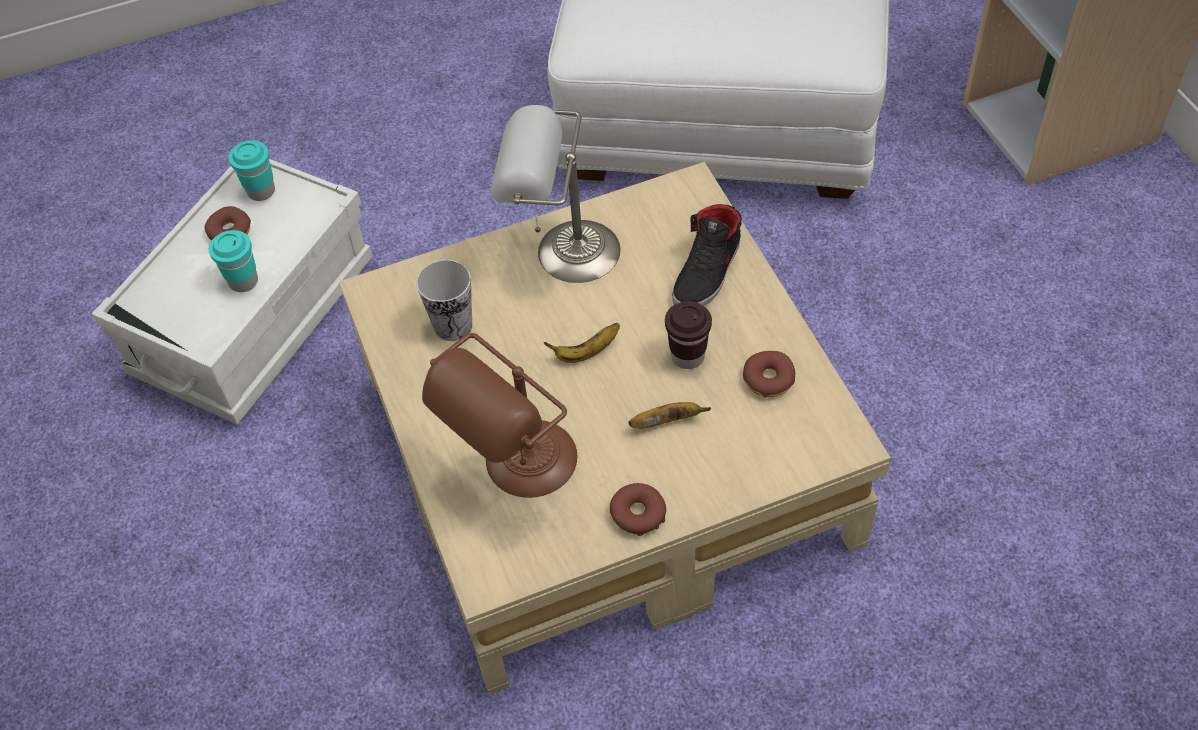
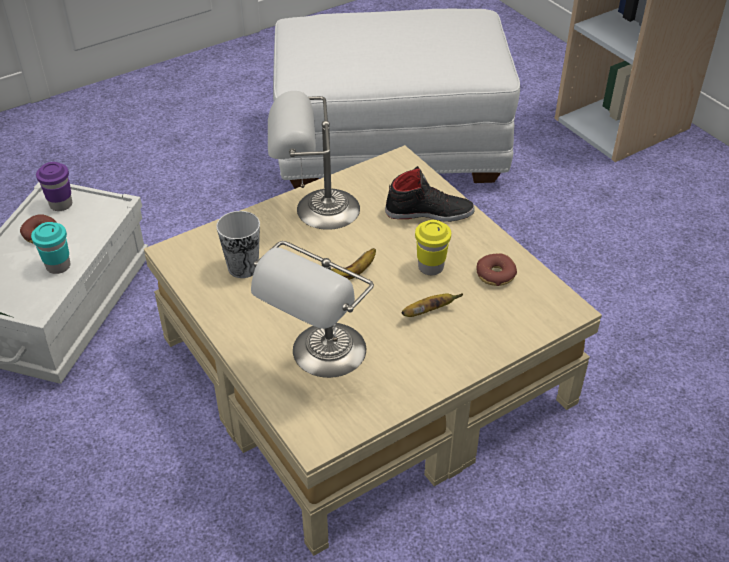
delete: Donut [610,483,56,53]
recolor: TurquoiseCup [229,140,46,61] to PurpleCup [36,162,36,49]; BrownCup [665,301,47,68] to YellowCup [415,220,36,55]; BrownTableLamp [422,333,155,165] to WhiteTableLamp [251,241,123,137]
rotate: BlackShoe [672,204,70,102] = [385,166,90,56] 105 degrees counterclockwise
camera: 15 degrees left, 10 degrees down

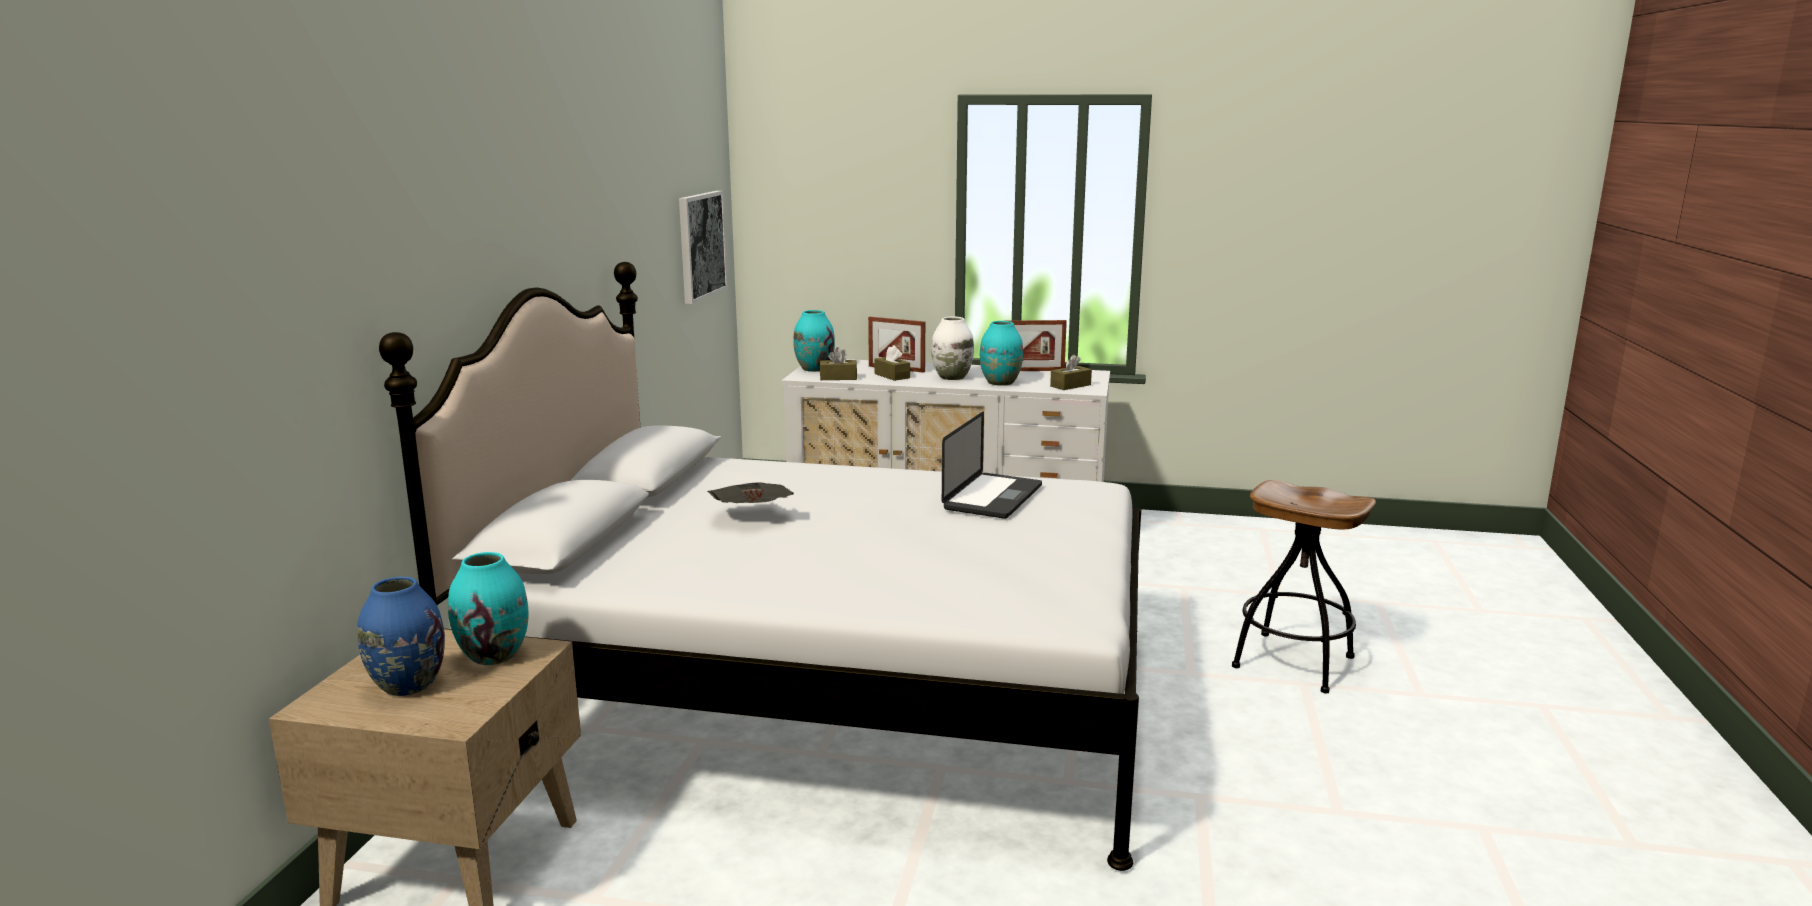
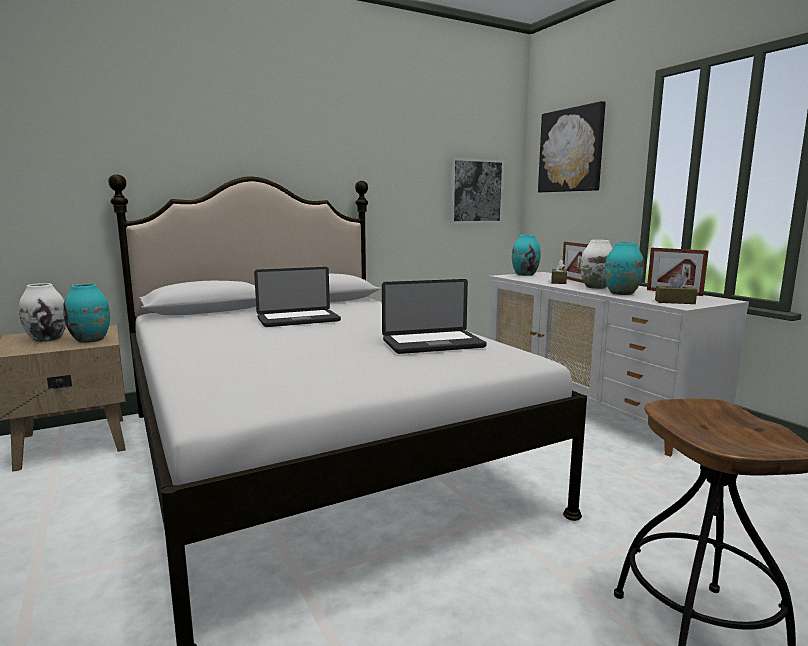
delete: BrownTissueBox [820,347,37,33]
insert: Picture [538,101,68,91]
replace: Newspaper [707,483,87,20] to Laptop [254,267,87,60]
recolor: BlueVase [357,577,88,119] to WhiteVase [19,283,47,59]
camera: 50 degrees right, 5 degrees down

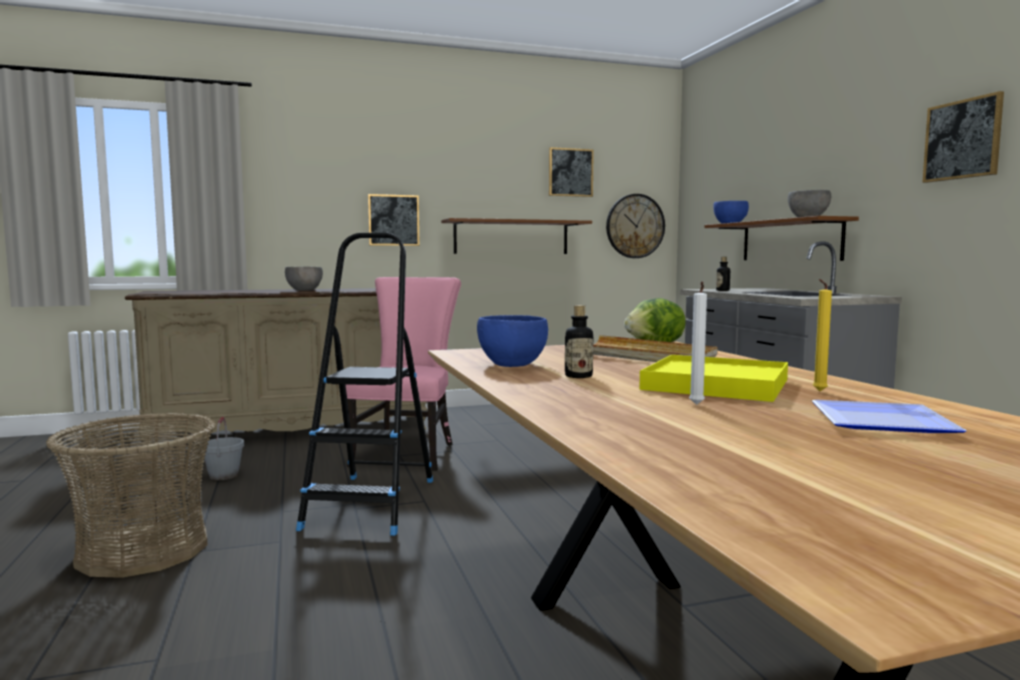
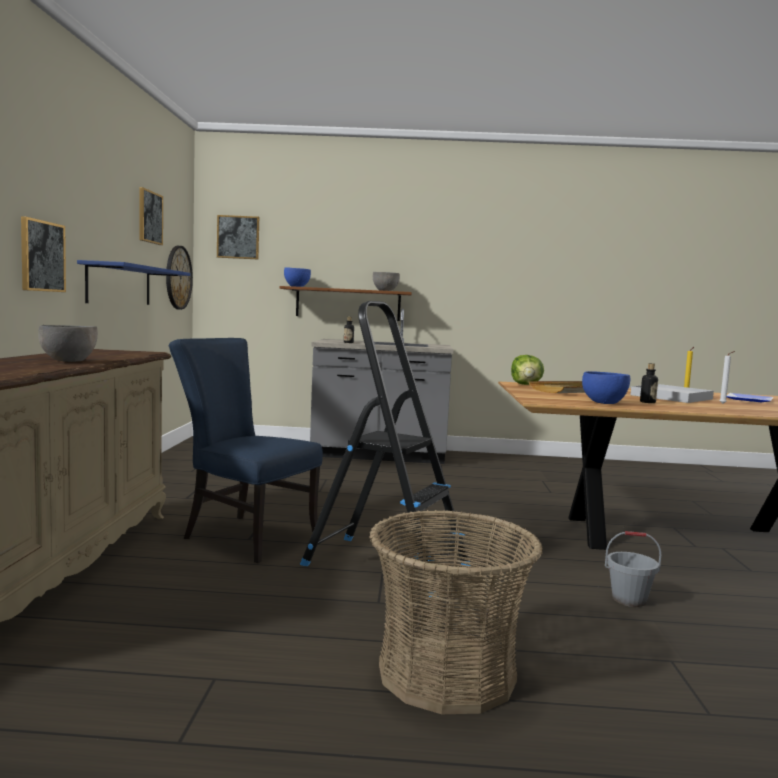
move: Picture [922,91,82,92] to [217,215,42,44]; GreyBucket [200,417,44,63] to [605,531,56,76]
recolor: BrownShelf [441,218,151,36] to BlueShelf [77,260,113,45]; PinkChair [345,277,116,194] to BlueChair [168,338,155,225]; YellowTray [639,355,149,47] to WhiteTray [631,384,83,19]
camera: 70 degrees left, 0 degrees up

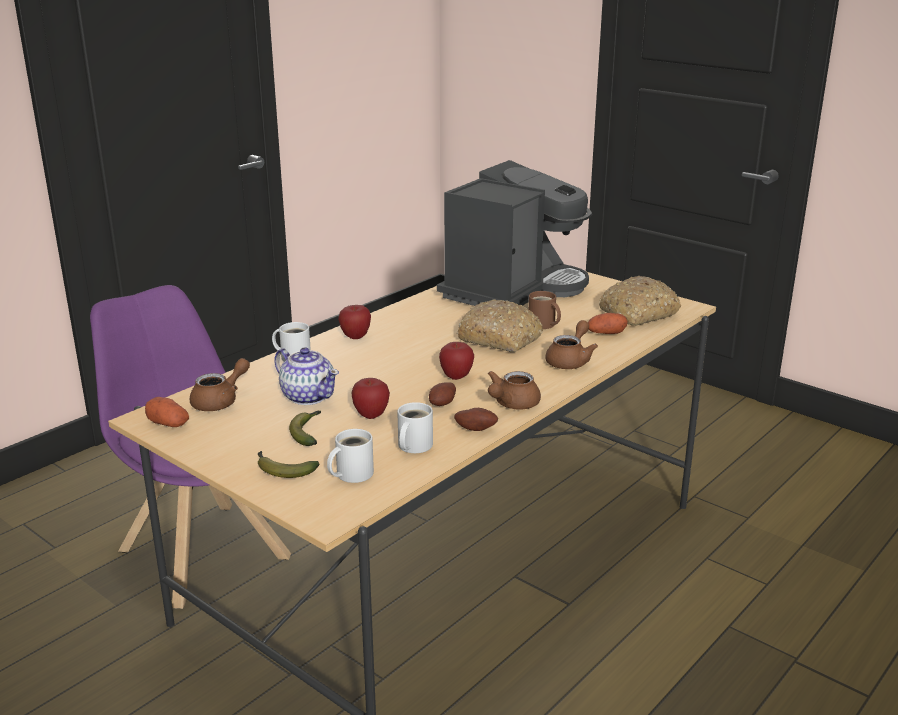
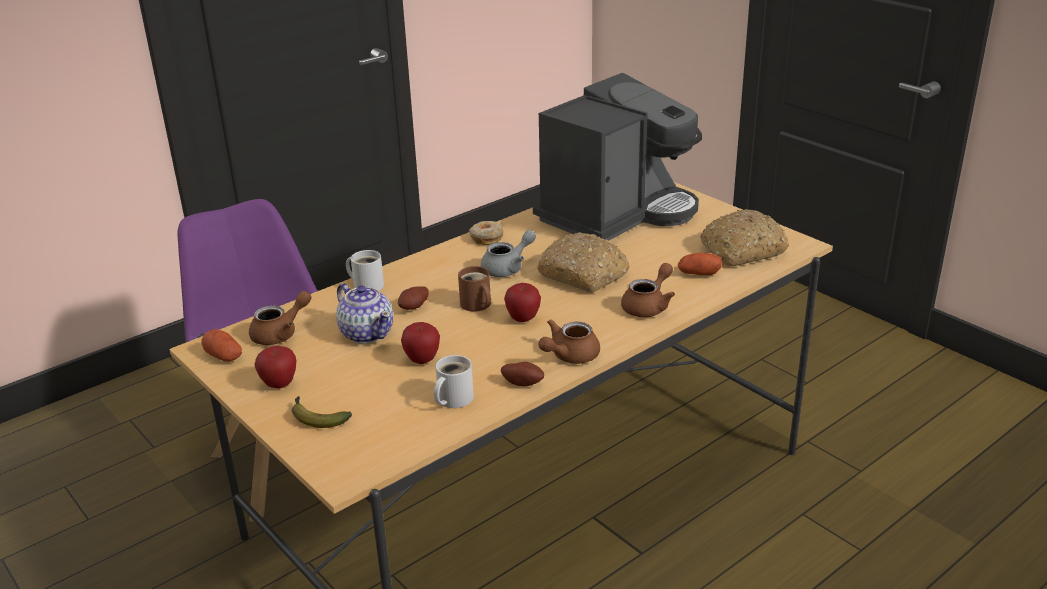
delete: Banana [289,411,32,35]; WhiteMug [327,429,47,54]
insert: Donut [469,221,34,24]; GreyTeapot [481,230,55,47]
move: BrownMug [528,291,33,38] to [458,266,33,46]; Apple [338,305,33,34] to [254,346,42,43]; Potato [429,382,27,24] to [398,286,31,24]
camera: 10 degrees right, 5 degrees up

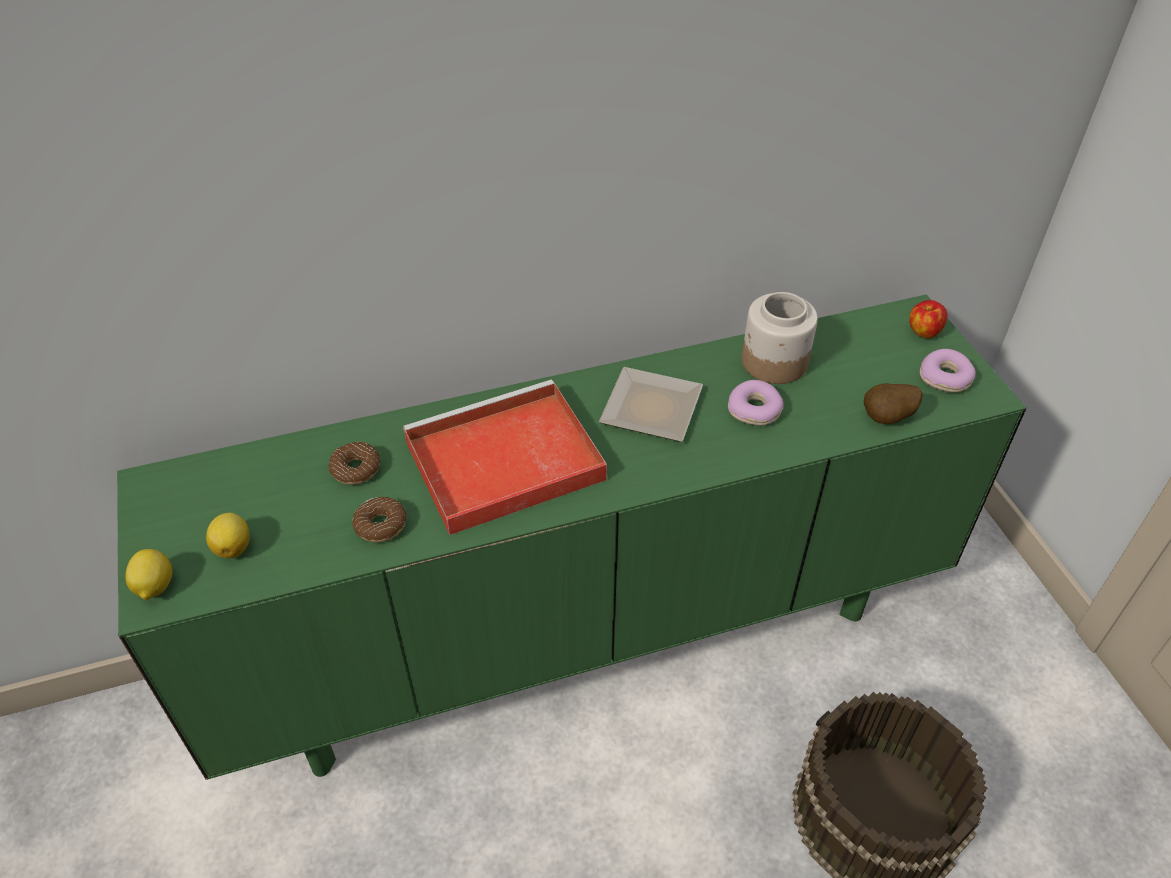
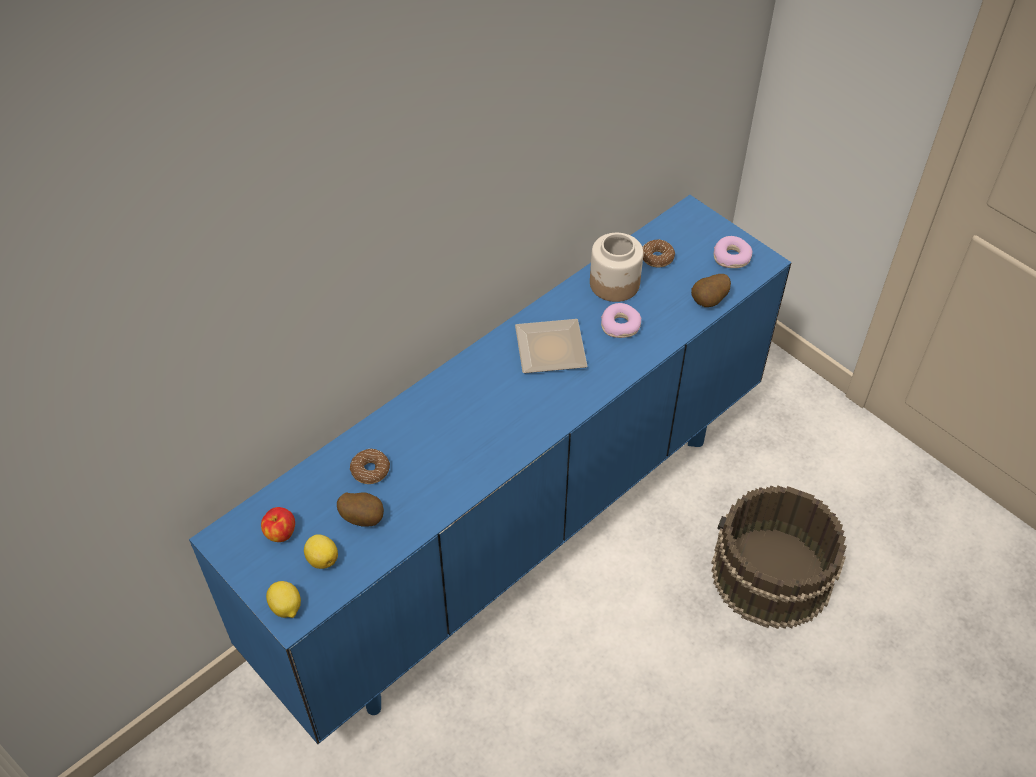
delete: RedTray [403,380,204,155]
insert: Potato [337,492,47,35]
move: Apple [909,300,39,38] to [261,507,34,35]; Donut [352,497,54,45] to [643,240,32,27]
recolor: GreenCabinet [117,294,910,486] to BlueCabinet [189,195,603,549]
camera: 25 degrees left, 5 degrees up

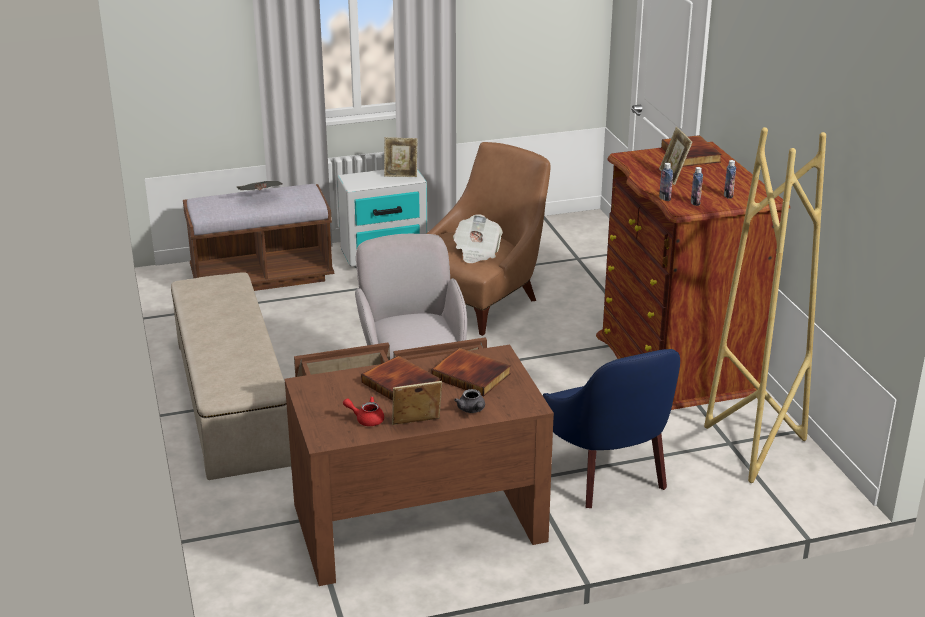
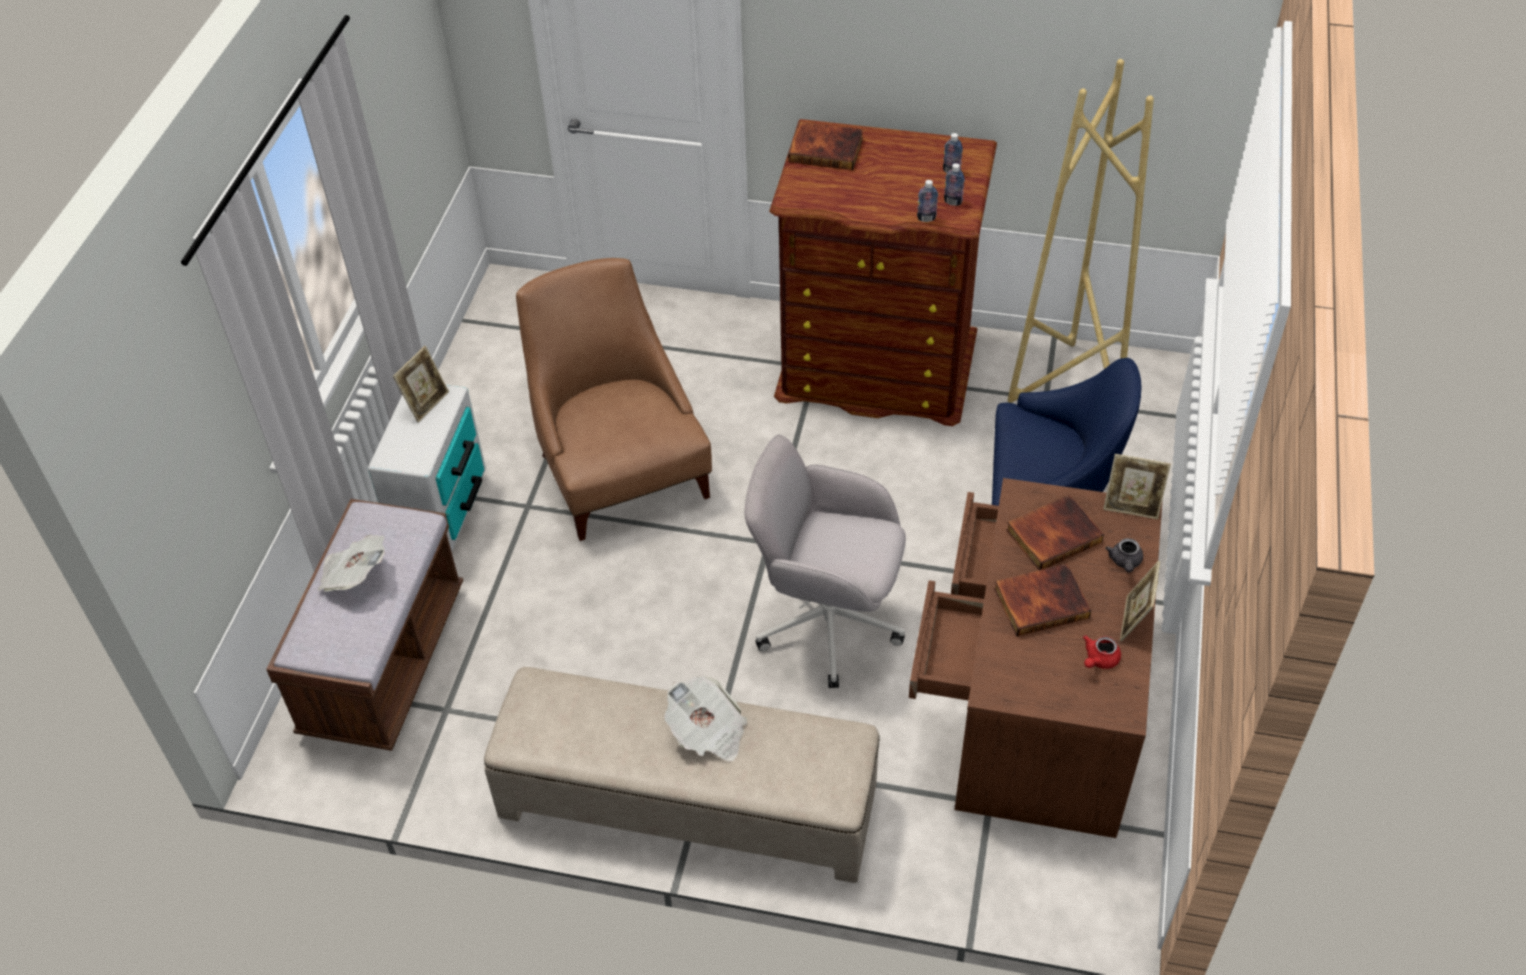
move: PictureFrame [659,127,33,58] to [1103,454,68,65]; Newspaper [453,214,50,49] to [664,676,84,86]
rotate: GreyTeapot [454,389,31,24] = [1105,538,38,34] 90 degrees clockwise
camera: 60 degrees left, 20 degrees up

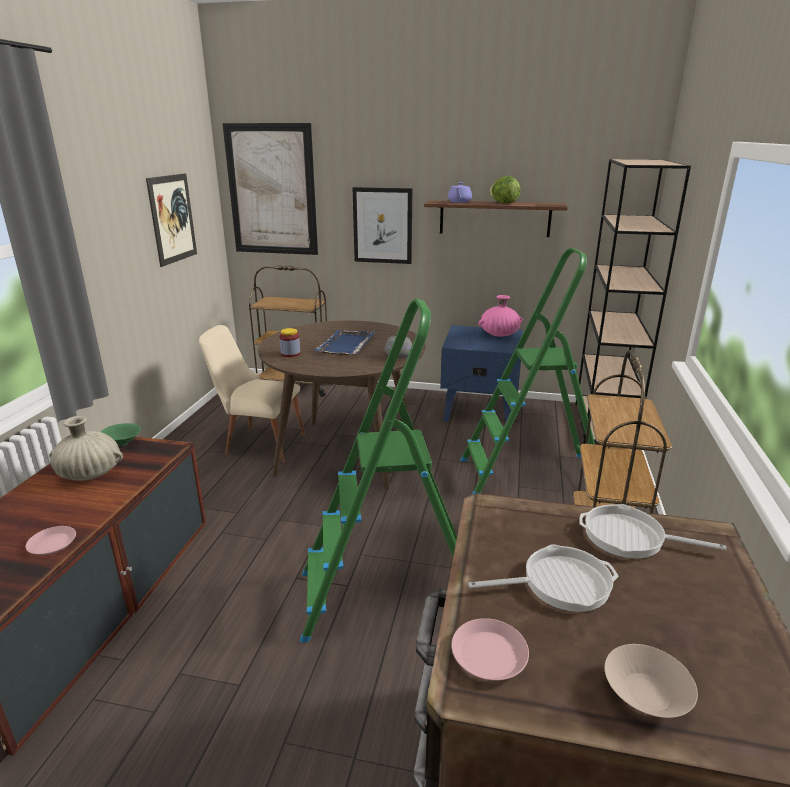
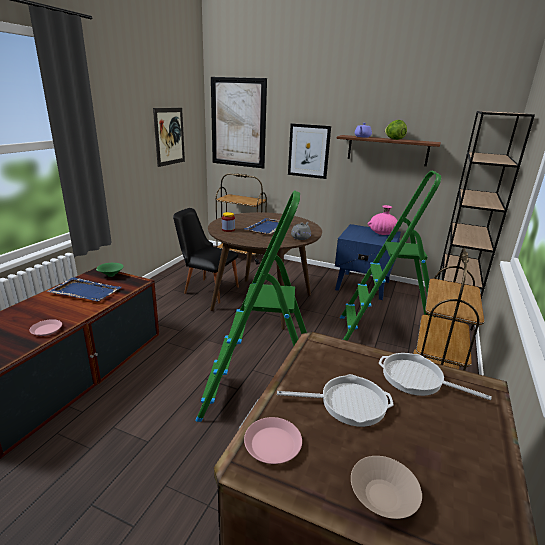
replace: BeigeVase [49,416,74,65] to BlueTray [46,277,75,25]
recolor: BeigeChair [199,325,106,138] to BlackChair [173,208,66,95]
camera: 10 degrees right, 0 degrees up

